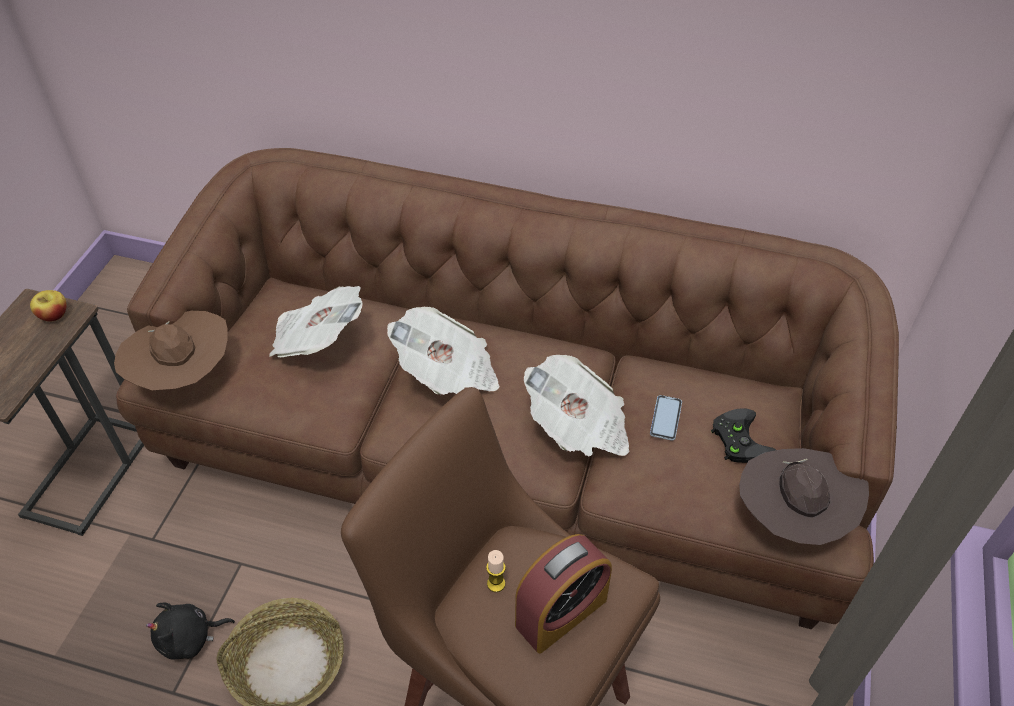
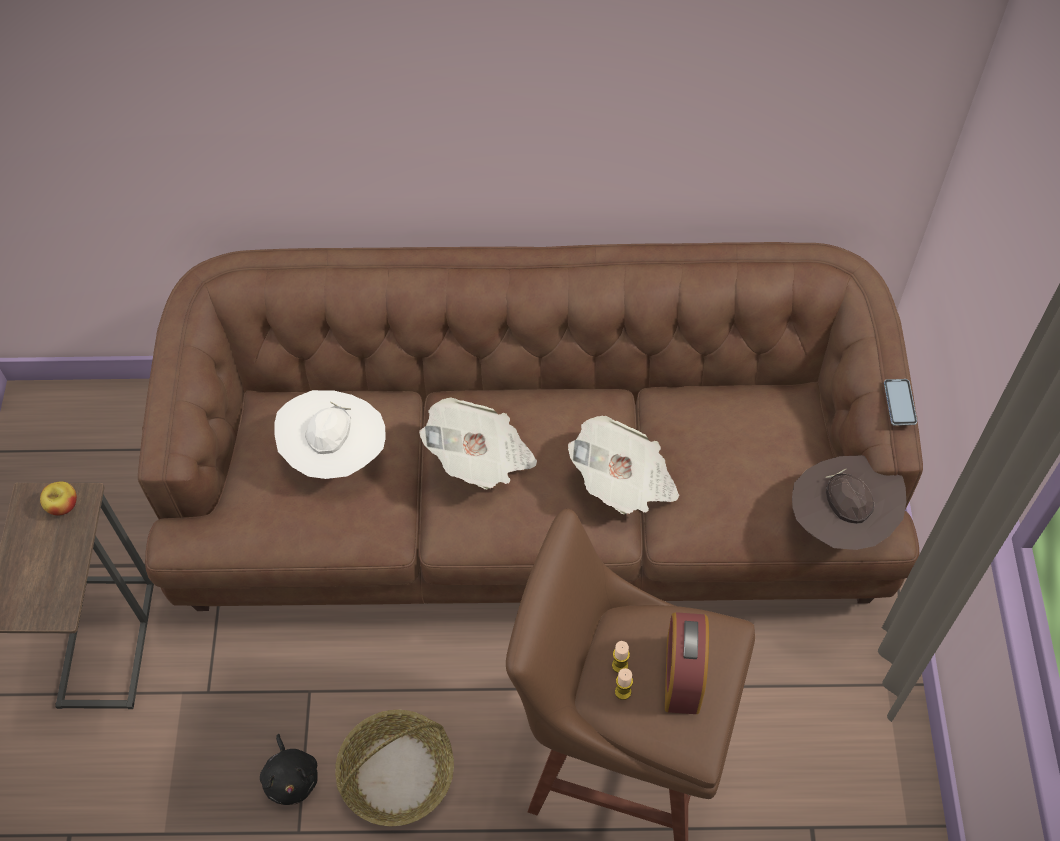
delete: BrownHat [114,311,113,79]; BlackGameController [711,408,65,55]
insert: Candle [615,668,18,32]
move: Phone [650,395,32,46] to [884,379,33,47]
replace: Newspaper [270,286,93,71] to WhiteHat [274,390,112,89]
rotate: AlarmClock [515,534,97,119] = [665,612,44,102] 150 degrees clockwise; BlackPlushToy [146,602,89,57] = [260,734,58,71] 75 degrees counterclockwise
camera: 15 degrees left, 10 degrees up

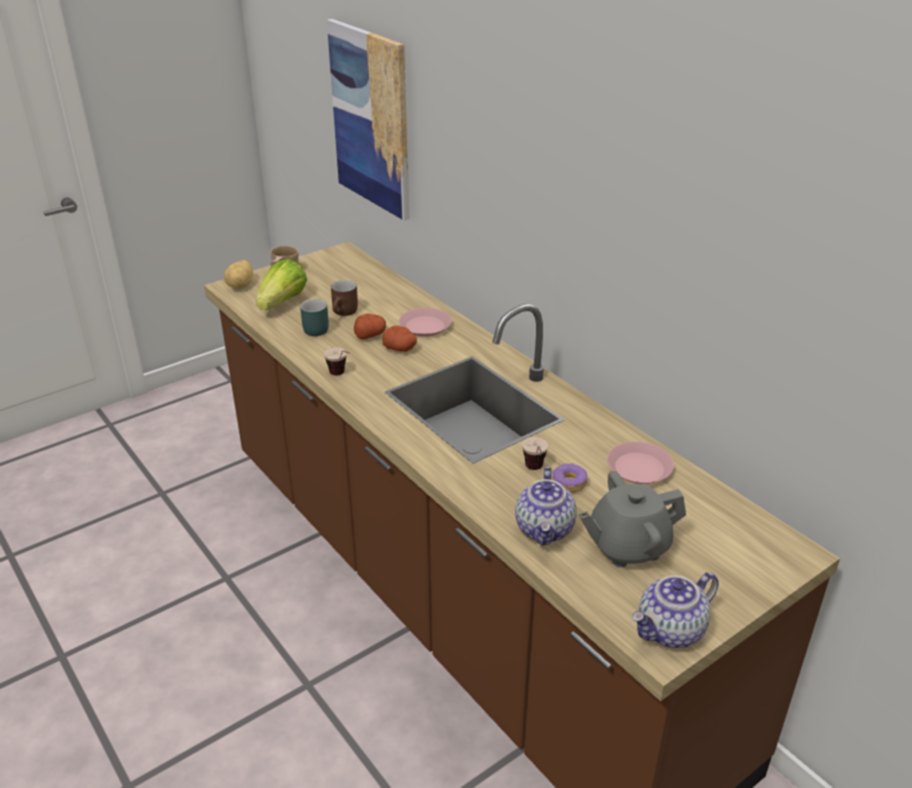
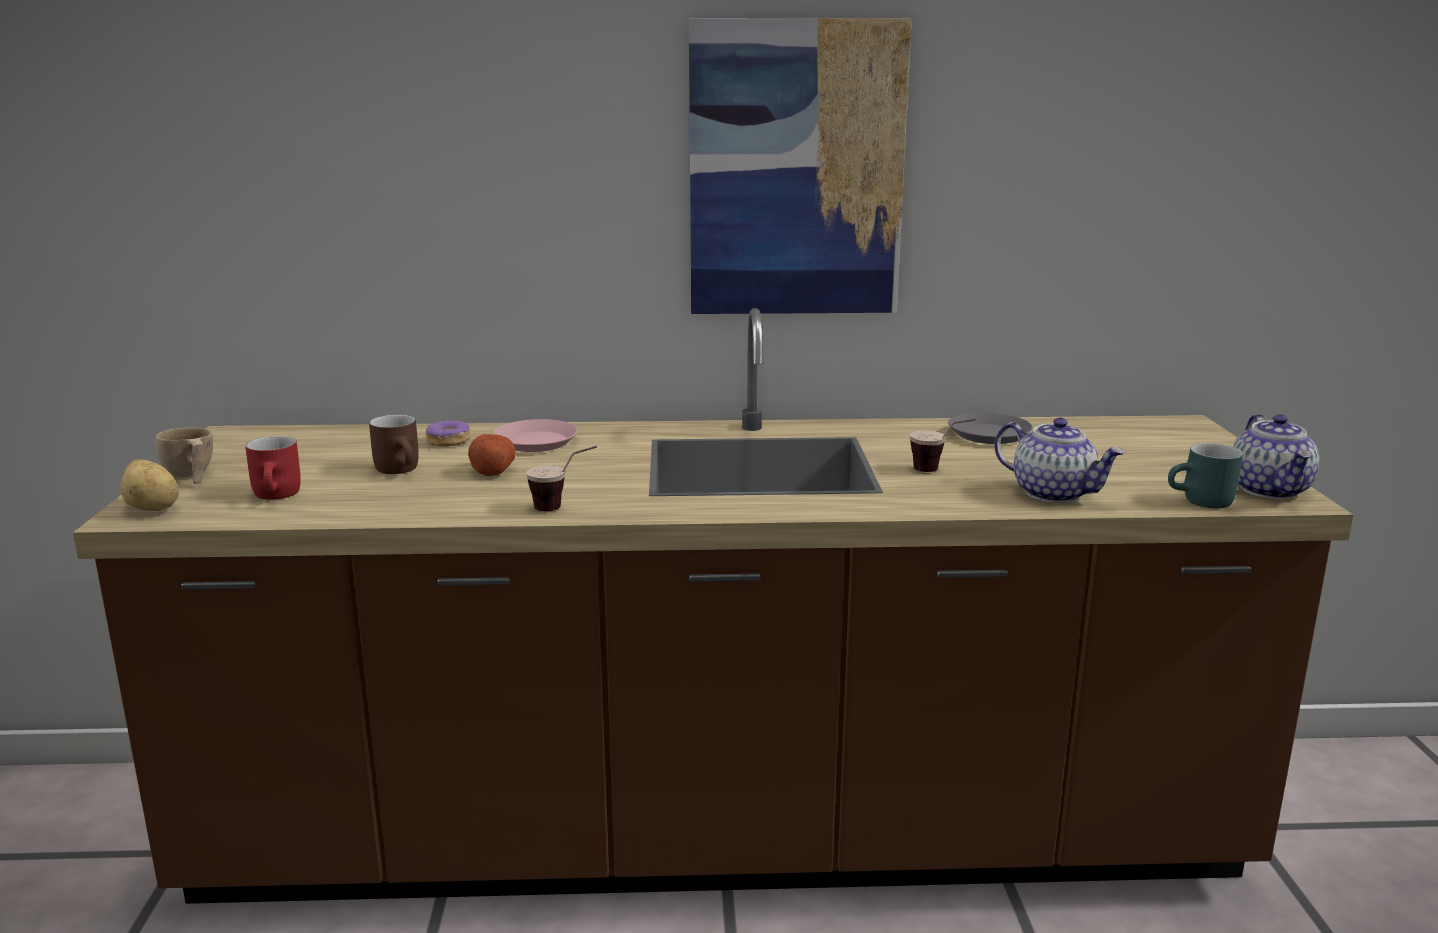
delete: Potato [382,326,35,26]; GreyTeapot [579,471,107,97]
move: Picture [327,19,82,202] to [689,18,223,296]; TurquoiseMug [300,299,29,37] to [1168,443,75,65]; Donut [552,463,36,29] to [426,420,44,27]
replace: Lettuce [256,259,51,51] to RedMug [245,436,56,64]
recolor: PinkPlate [607,442,67,42] to GreyPlate [948,412,85,32]
camera: 55 degrees left, 15 degrees down

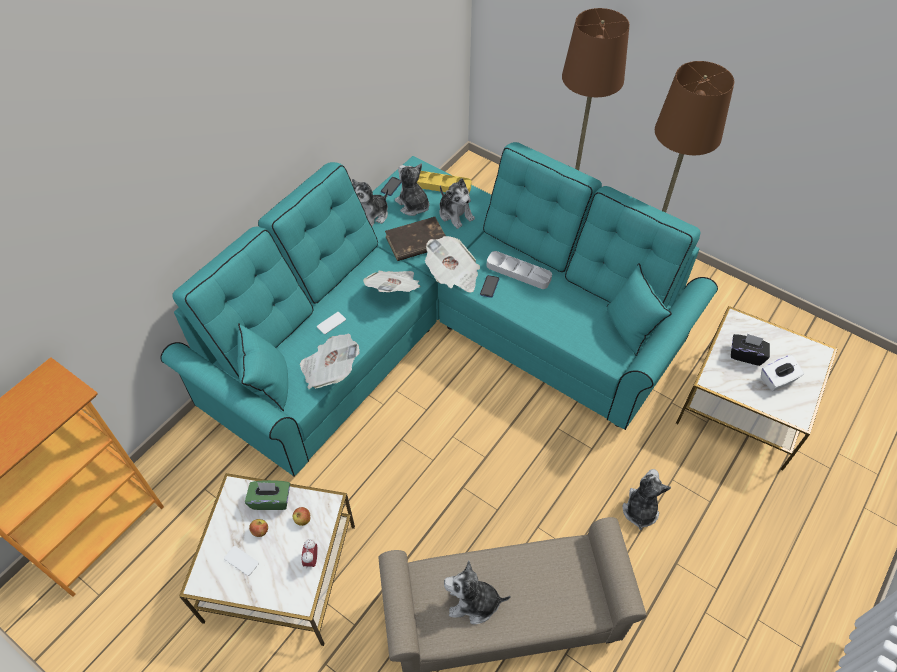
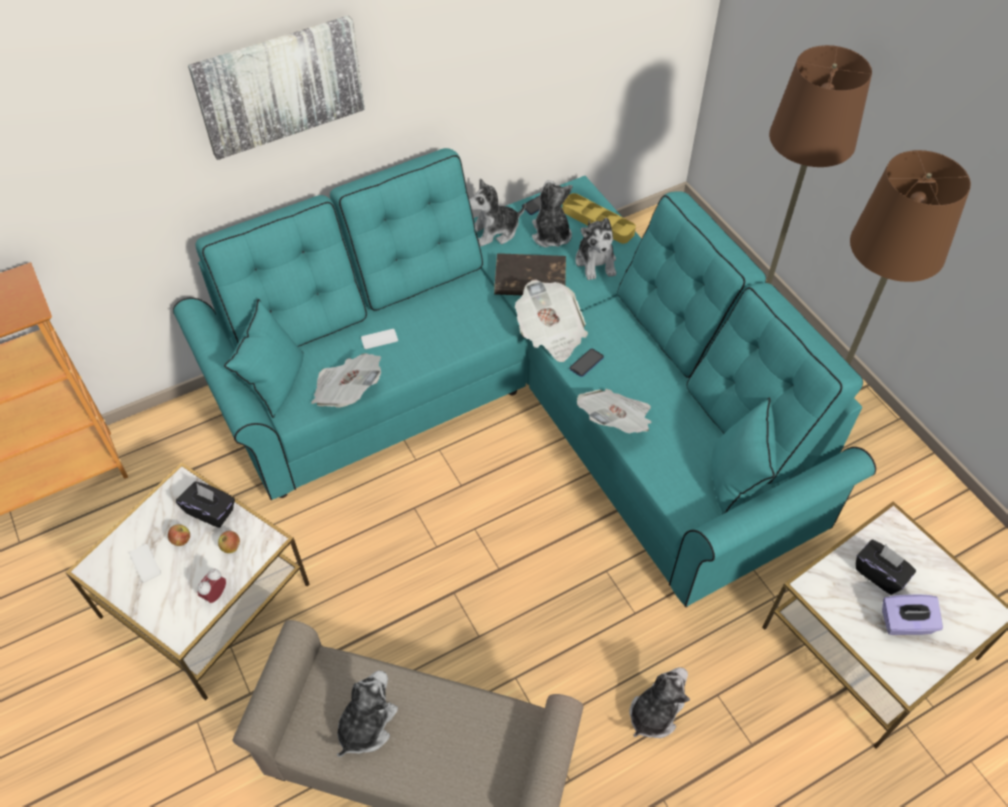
delete: GreyTray [487,251,65,38]
insert: Picture [188,15,177,145]
move: Newspaper [363,271,57,21] to [577,389,75,44]
recolor: WhiteTissueBox [761,355,43,36] to PurpleTissueBox [882,594,61,41]; GreenTissueBox [245,480,45,30] to BlackTissueBox [176,482,59,46]
rotate: PlushToy [444,560,67,64] = [337,671,61,86] 90 degrees clockwise
camera: 25 degrees right, 0 degrees up

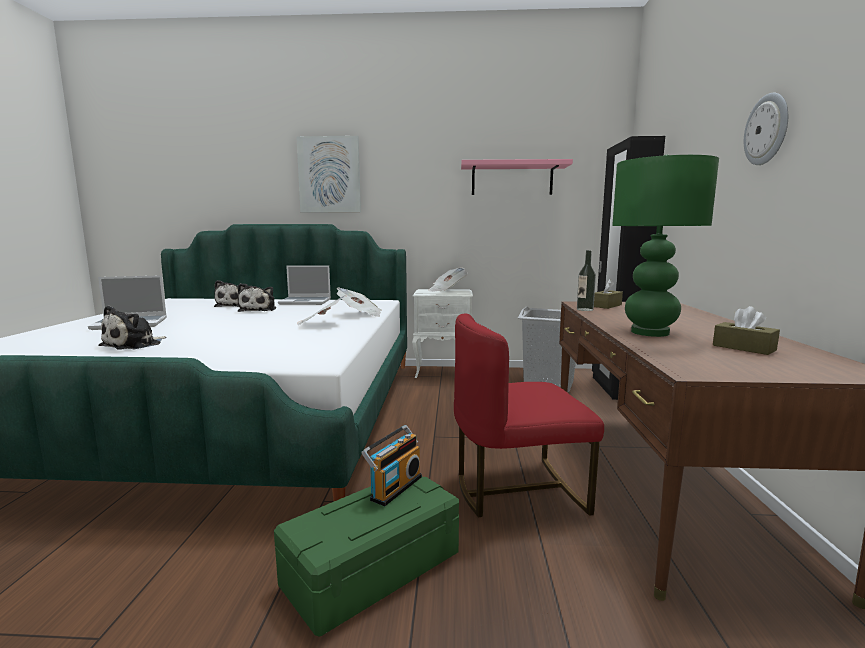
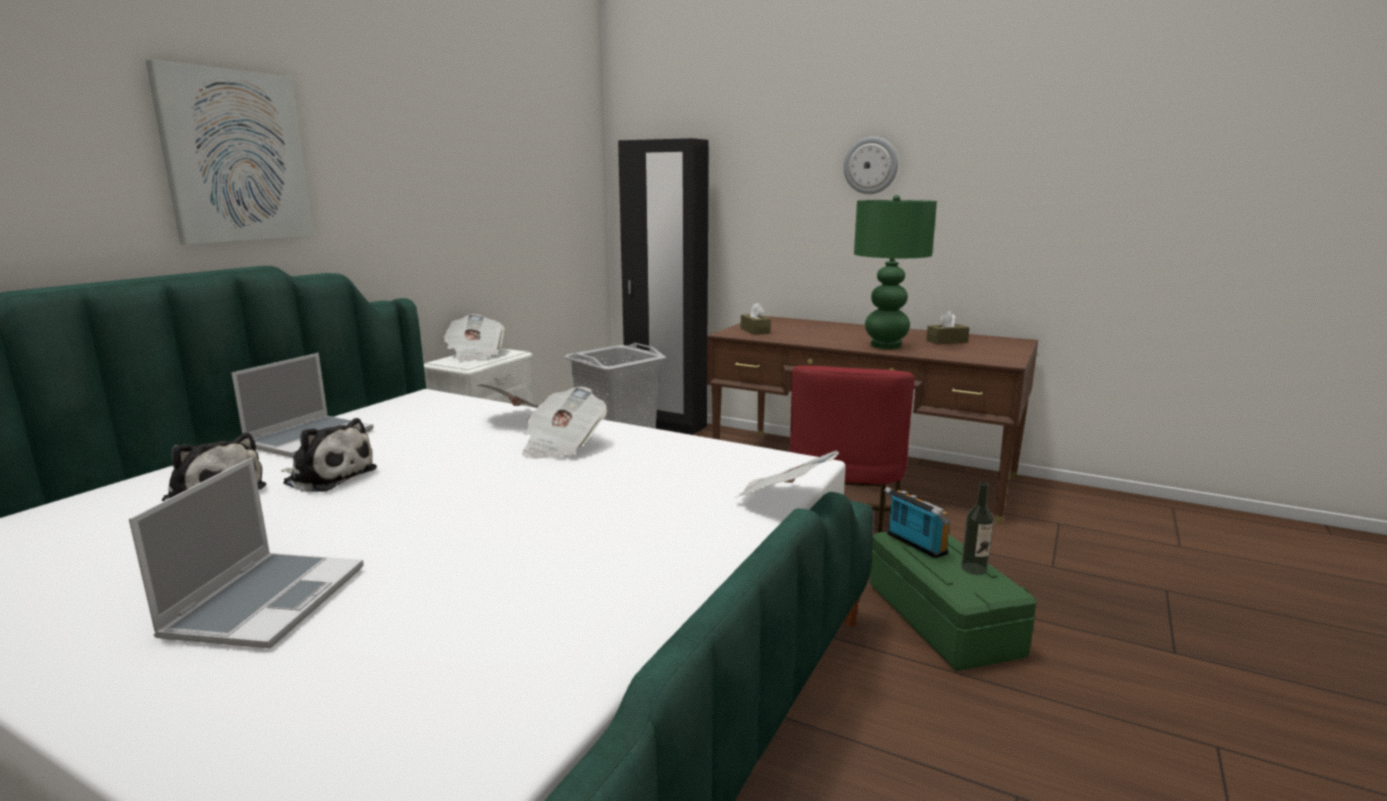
delete: PinkShelf [461,159,112,36]; PlushToy [98,306,69,44]
insert: Newspaper [735,450,104,48]
move: Bottle [577,250,19,61] to [961,482,33,93]
camera: 65 degrees left, 5 degrees up

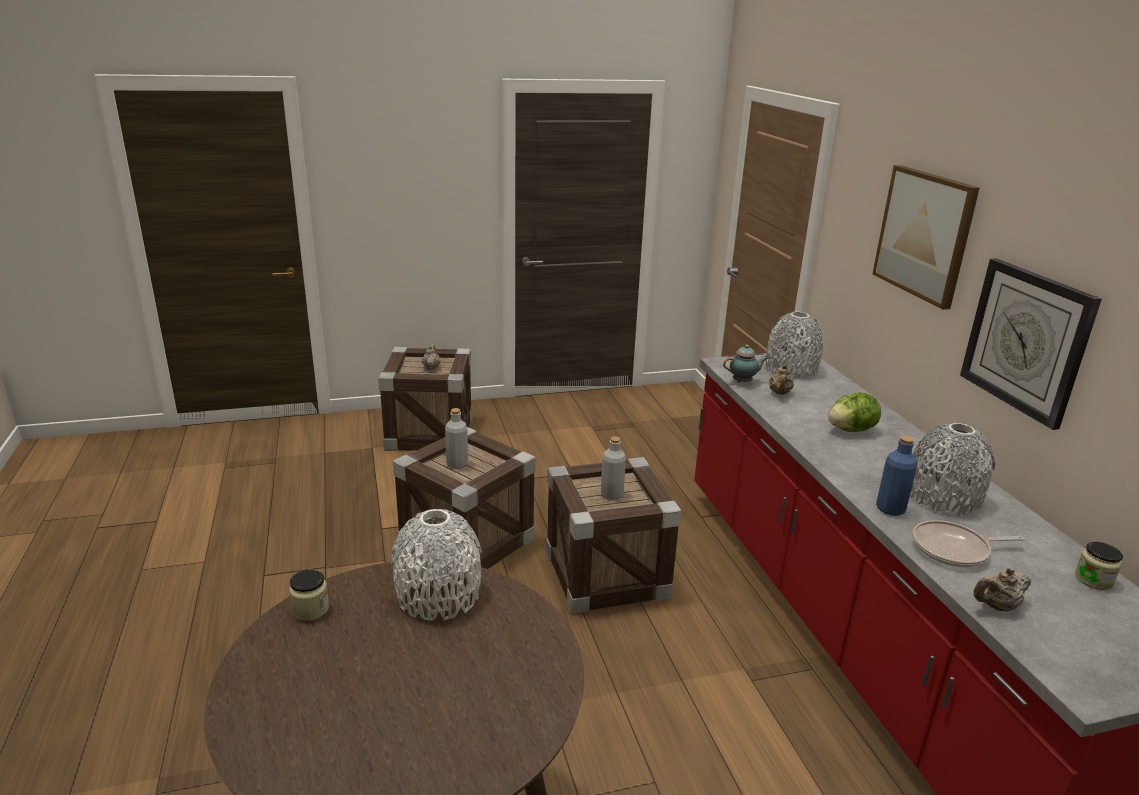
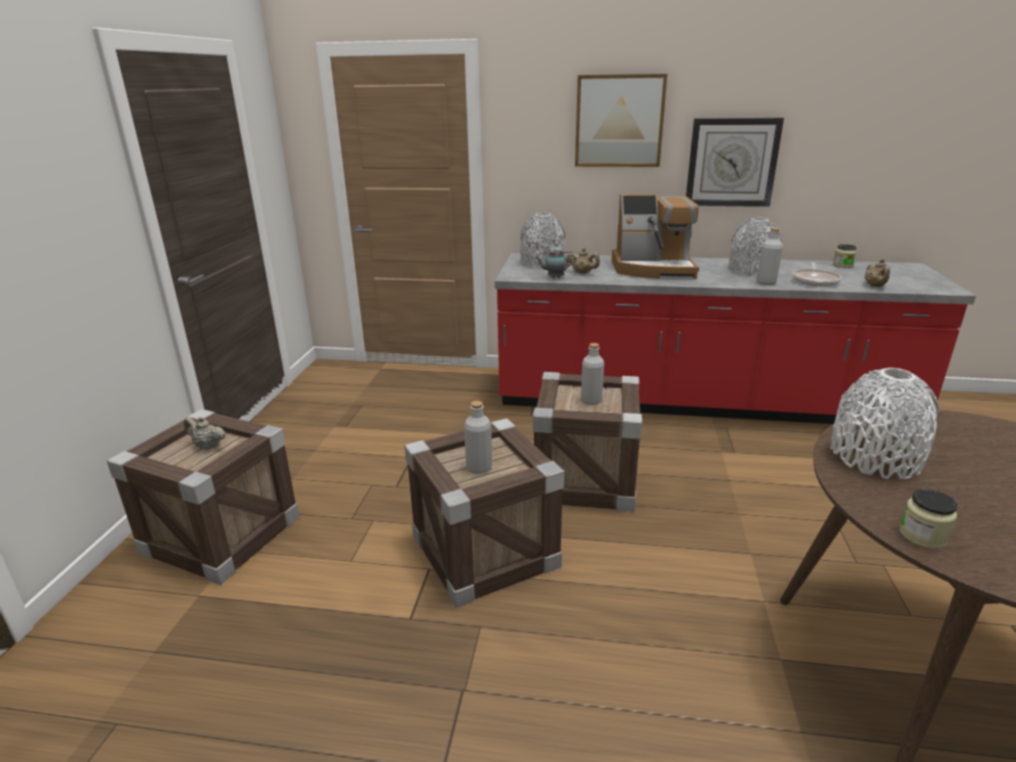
replace: Lettuce [828,393,53,39] to CoffeeMachine [612,194,87,85]
recolor: BlueBottle [876,436,41,80] to GreyBottle [757,228,26,57]
rotate: Teapot [723,345,45,38] = [535,243,41,35] 105 degrees counterclockwise
camera: 65 degrees left, 0 degrees up

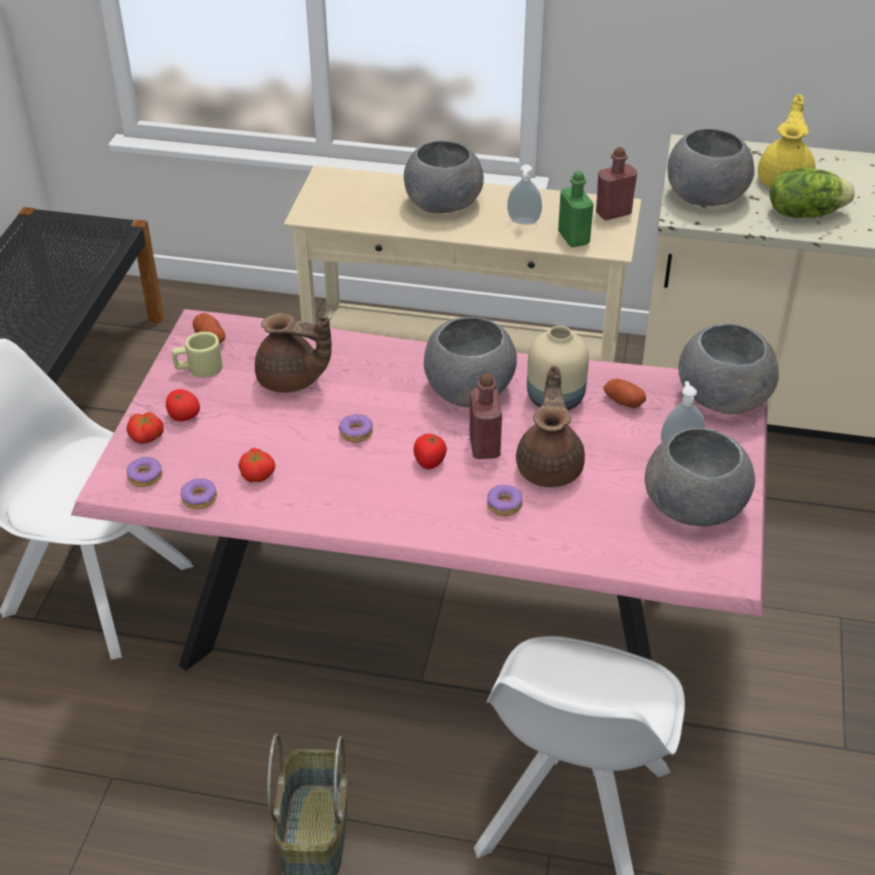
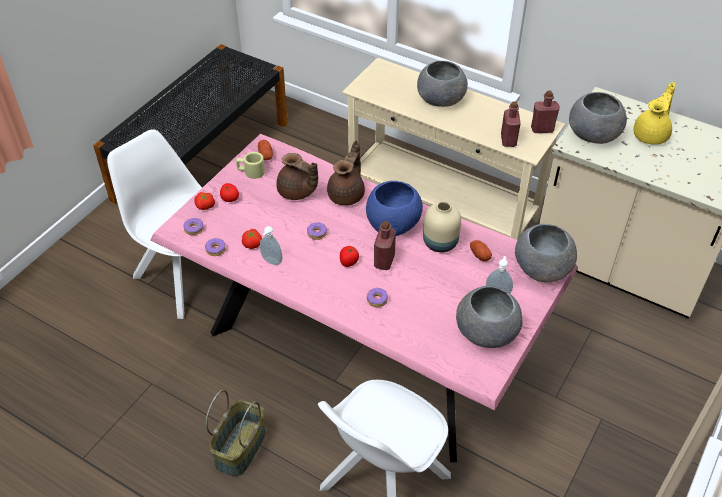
delete: Lettuce [770,168,85,50]
move: SoapDispenser [507,164,35,60] to [260,226,23,39]; BrownTeapot [516,366,69,121] to [327,140,38,65]
recolor: GreenBottle [558,171,36,76] to RedBottle [501,101,20,46]; GreyBowl [424,317,93,90] to BlueBowl [366,181,57,55]
camera: 20 degrees right, 5 degrees up

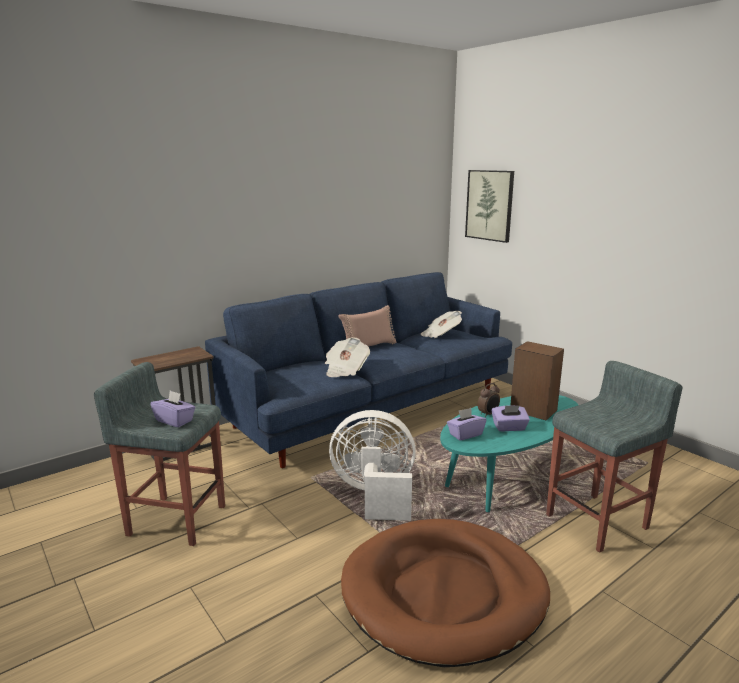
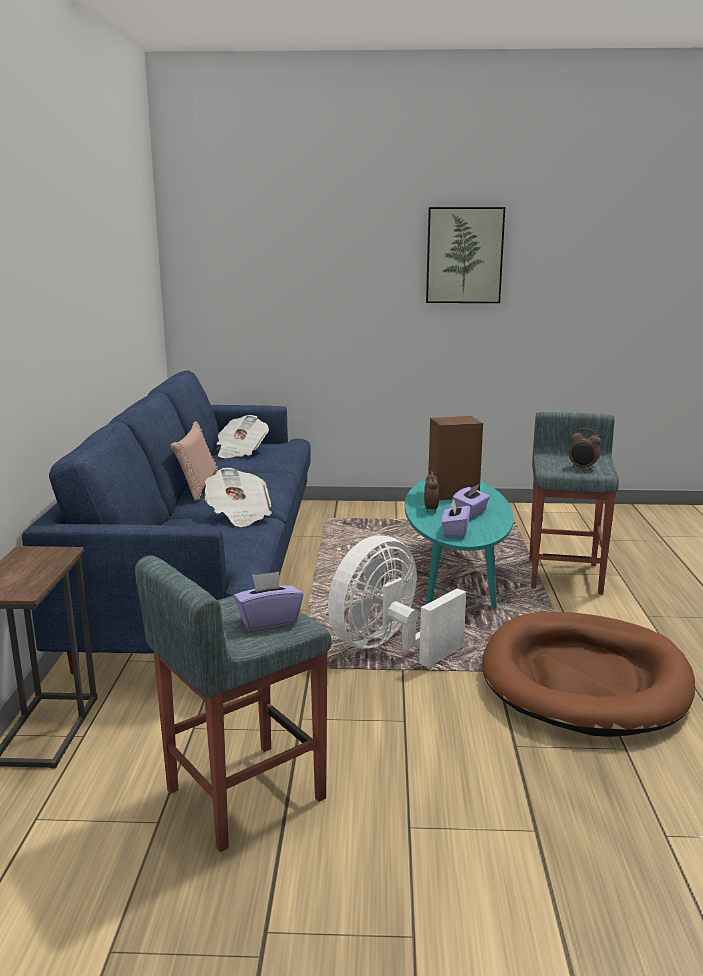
insert: AlarmClock [569,428,32,43]
move: Picture [465,170,49,73] to [426,207,79,96]
camera: 50 degrees left, 0 degrees up

